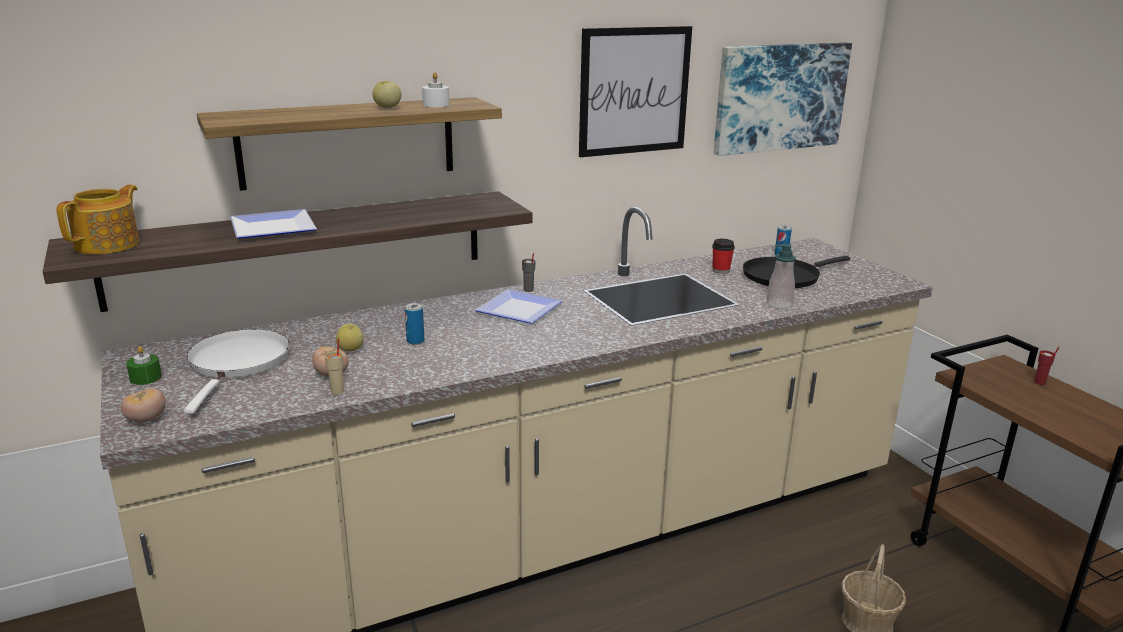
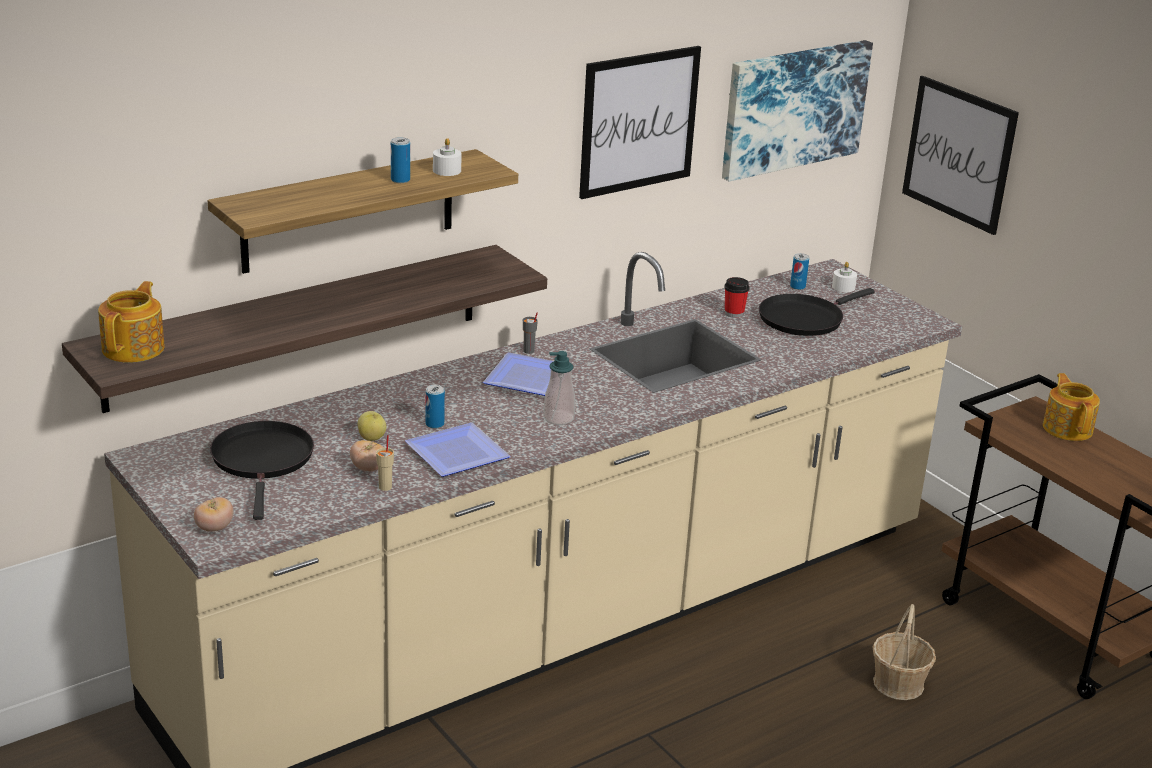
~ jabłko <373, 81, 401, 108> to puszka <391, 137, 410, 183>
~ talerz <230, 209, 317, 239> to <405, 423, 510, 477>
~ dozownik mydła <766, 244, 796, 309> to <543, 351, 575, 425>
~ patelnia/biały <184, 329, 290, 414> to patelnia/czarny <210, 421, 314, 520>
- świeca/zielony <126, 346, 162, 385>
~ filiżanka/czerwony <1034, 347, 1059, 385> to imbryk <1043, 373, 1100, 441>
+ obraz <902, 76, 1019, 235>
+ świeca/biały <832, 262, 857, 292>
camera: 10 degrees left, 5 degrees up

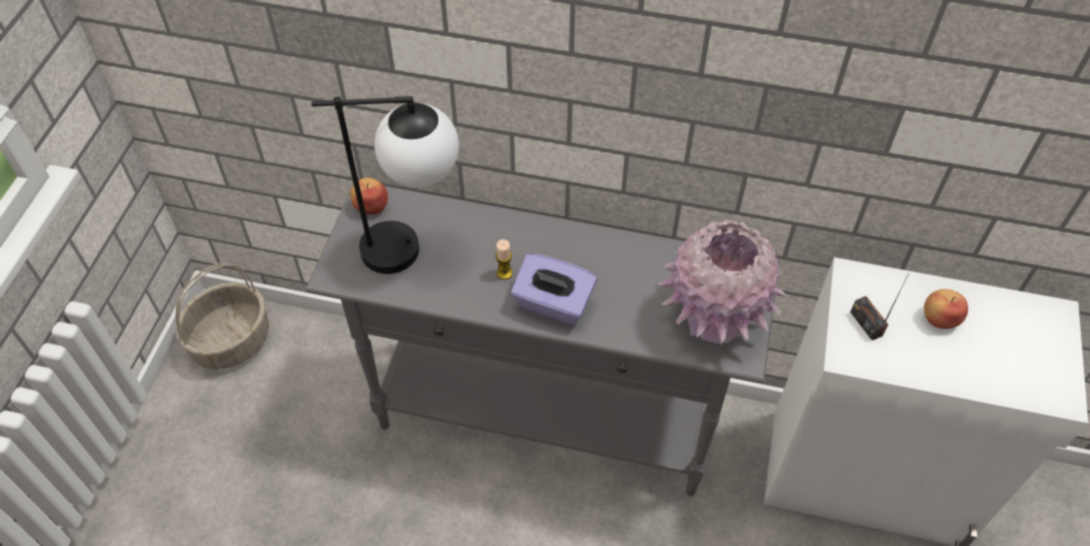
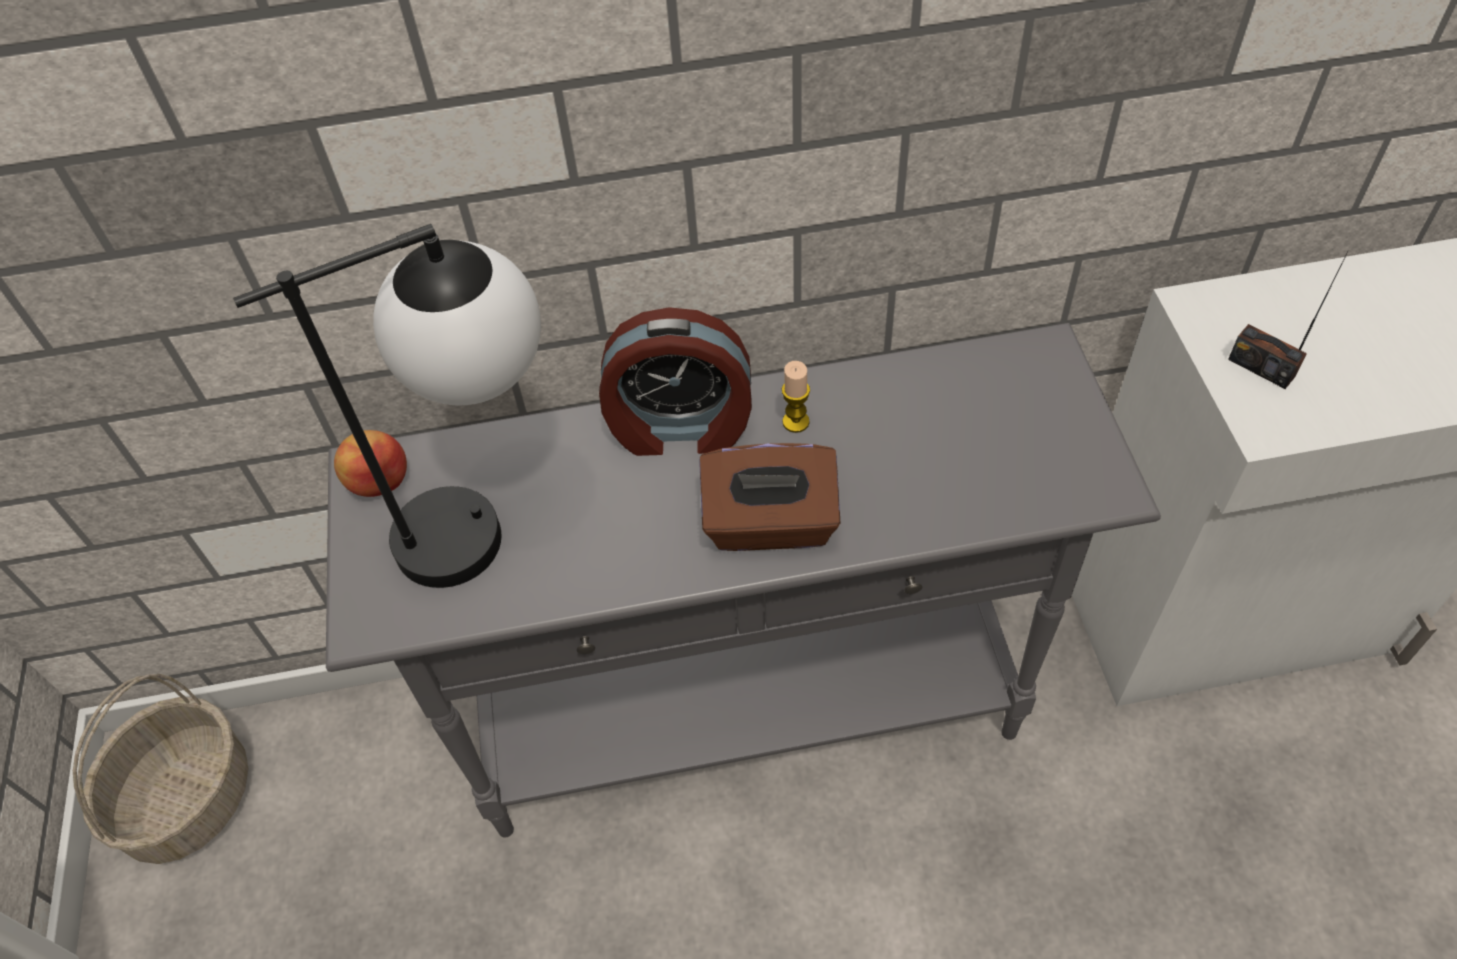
- wazon/różowy <658, 220, 787, 345>
~ świeca <496, 239, 512, 280> to <782, 361, 810, 433>
~ pudełko chusteczek/fioletowy <511, 254, 597, 325> to pudełko chusteczek/brązowy <699, 443, 841, 551>
- jabłko <924, 289, 968, 329>
+ budzik <599, 307, 752, 456>
camera: 20 degrees left, 0 degrees up

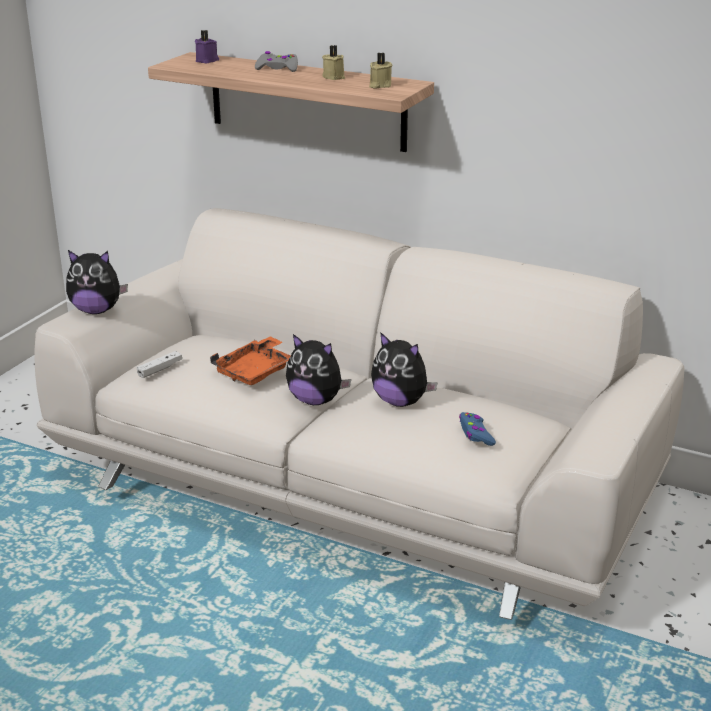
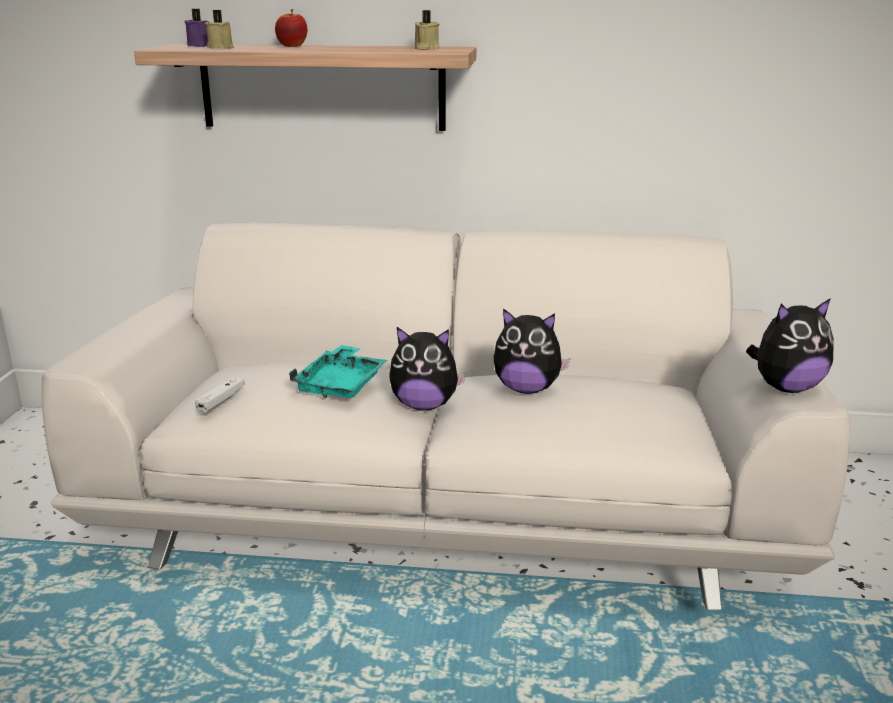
~ świeca/beżowy <322, 45, 345, 80> to <205, 10, 234, 49>
~ pad do gier/szary <255, 51, 298, 72> to jabłko <275, 9, 307, 47>
~ pluszak <66, 250, 128, 314> to <746, 298, 834, 393>
~ taca/pomarańczowy <210, 336, 291, 385> to taca/turkusowy <289, 345, 387, 398>
- pad do gier/niebieski <459, 412, 496, 446>
camera: 20 degrees left, 5 degrees down

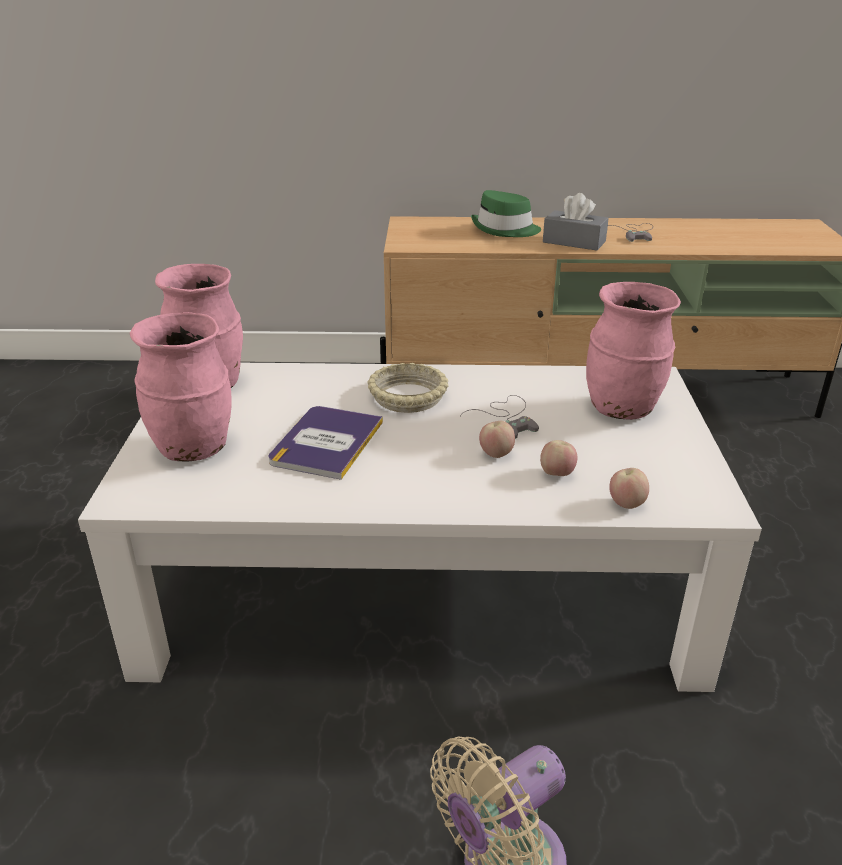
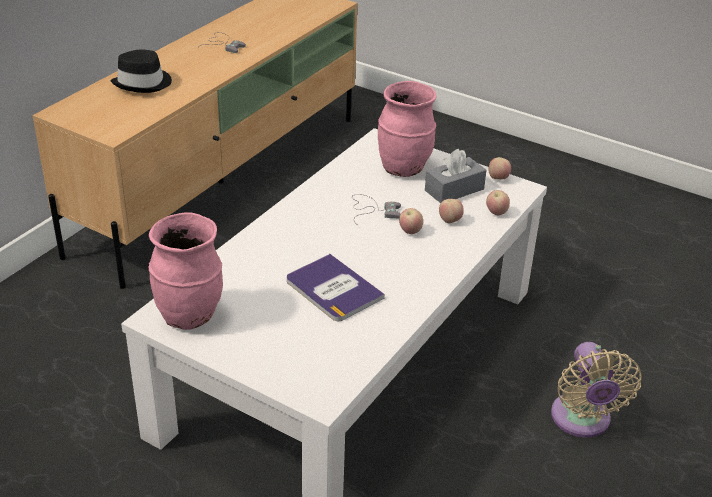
~ kapelusz/zielony <471, 190, 541, 237> to kapelusz/czarny <111, 49, 172, 93>
~ pudełko chusteczek/szary <543, 193, 609, 251> to <425, 149, 486, 203>
- wazon/różowy <130, 312, 232, 462>
- miska/beżowy <368, 363, 448, 413>
+ jabłko <488, 157, 511, 180>
camera: 60 degrees left, 5 degrees up

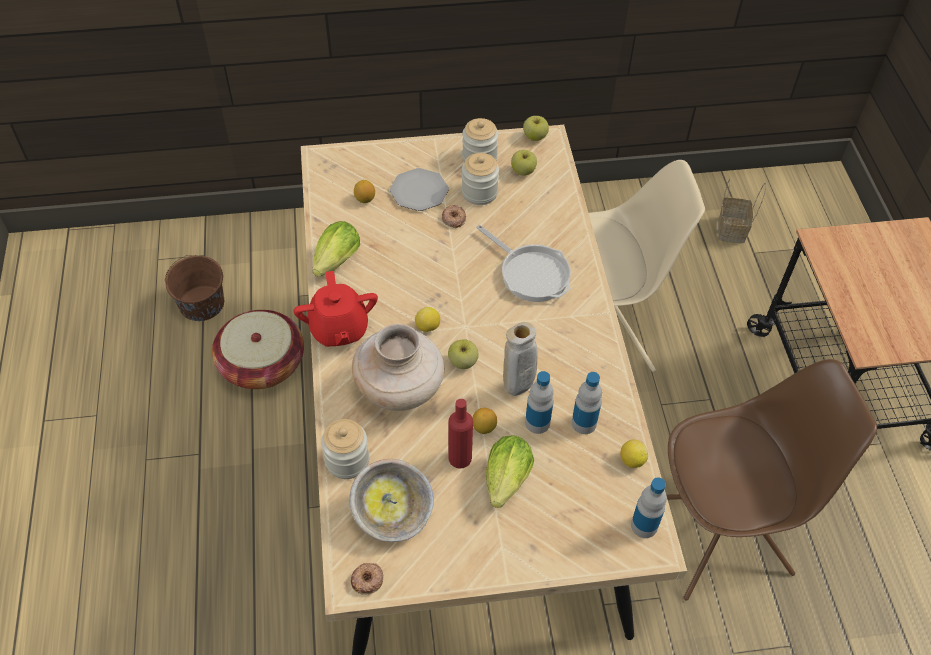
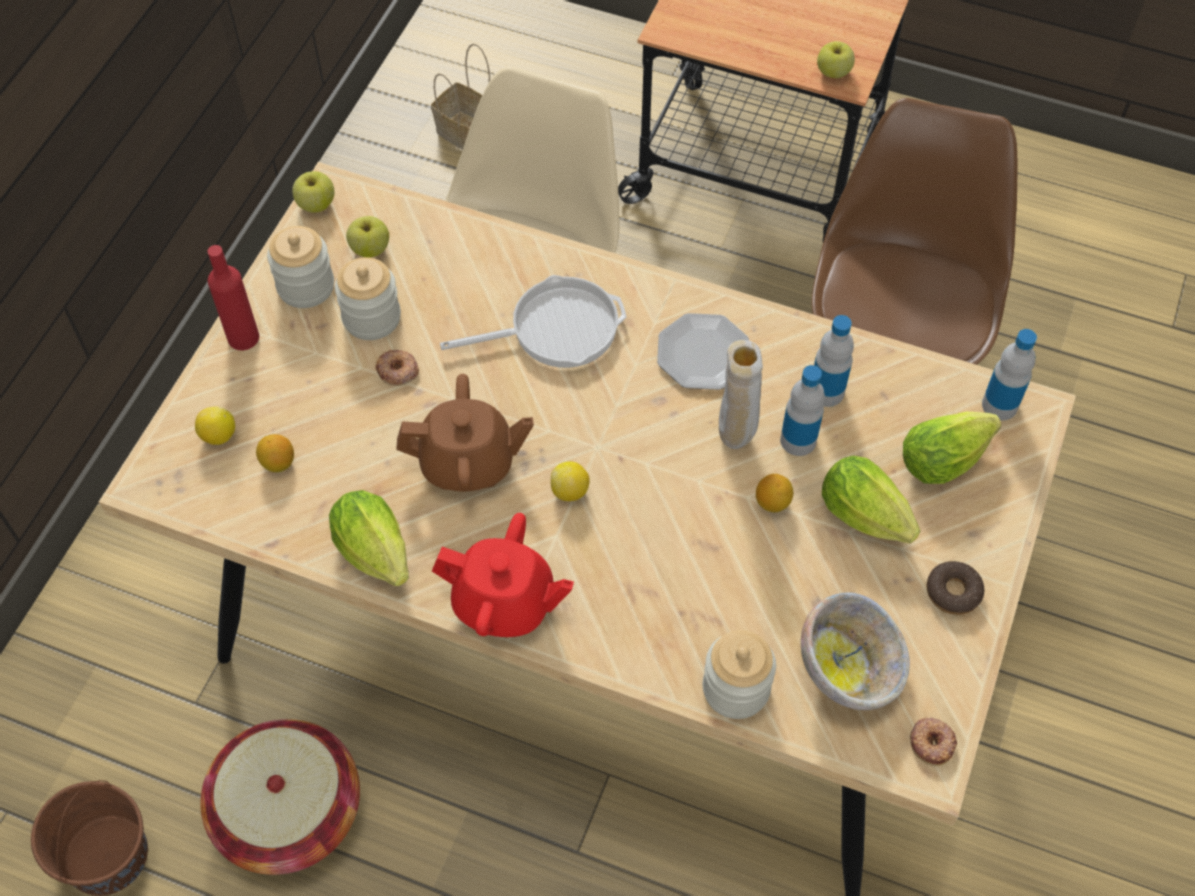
~ talerz <390, 168, 449, 211> to <657, 313, 749, 390>
- wazon/beżowy <352, 324, 444, 411>
~ jabłko <448, 340, 479, 369> to <817, 41, 855, 78>
~ butelka/czerwony <448, 399, 473, 468> to <207, 245, 259, 350>
~ cytryna <620, 440, 648, 468> to <195, 407, 235, 445>
+ imbryk/brązowy <396, 374, 534, 491>
+ sałata <903, 412, 1001, 484>
+ donut <927, 561, 984, 615>
camera: 60 degrees left, 5 degrees up

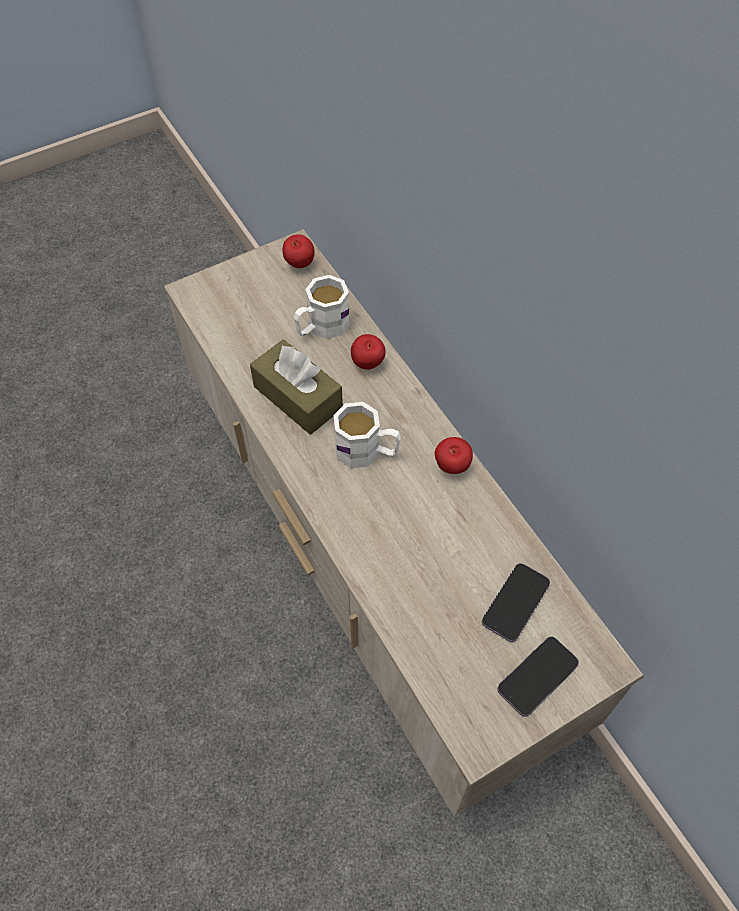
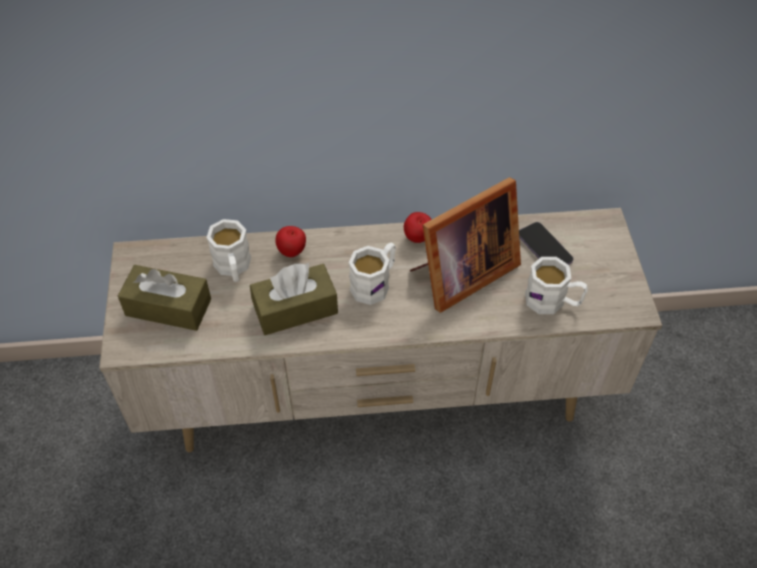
- jabłko <283, 234, 315, 268>
- telefon <497, 637, 579, 717>
+ ramka na zdjęcie <410, 177, 521, 313>
+ kubek/biały <525, 257, 588, 314>
+ pudełko chusteczek/brązowy <118, 265, 211, 331>
camera: 65 degrees left, 5 degrees down

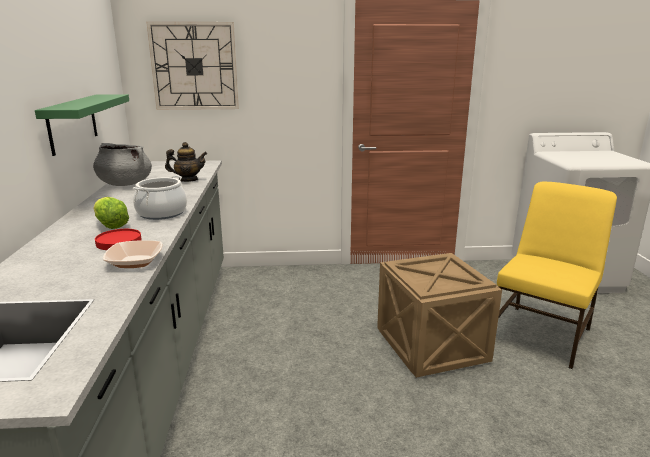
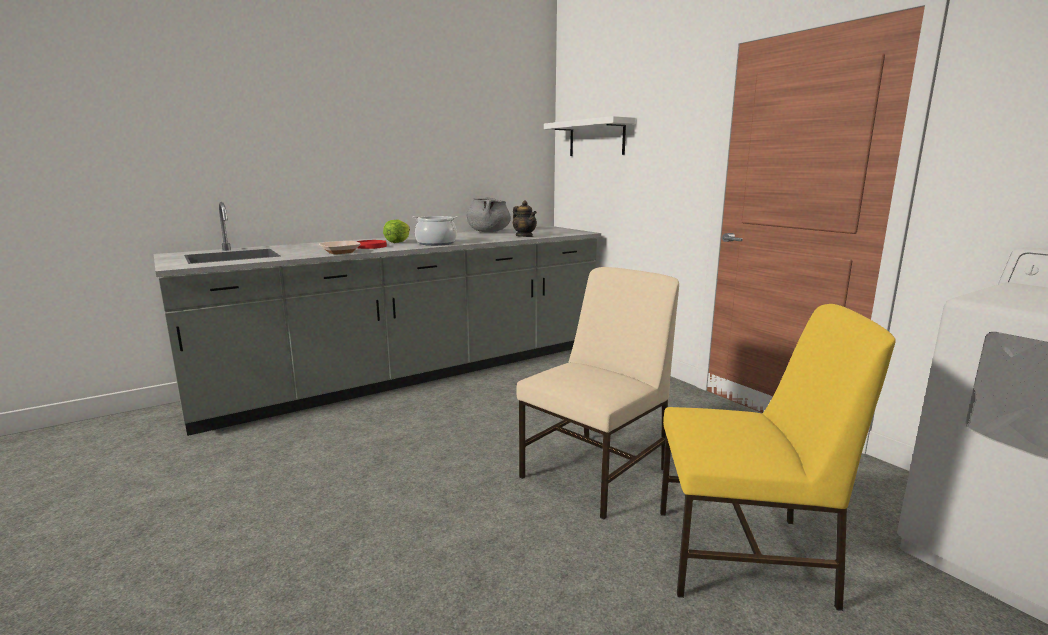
~ zegar ścienny <146, 22, 239, 110> to półka/biały <544, 116, 635, 156>
- półka/zielony <35, 94, 129, 156>
~ skrzynka <377, 253, 502, 378> to krzesło/beżowy <516, 267, 679, 519>
camera: 60 degrees right, 5 degrees down

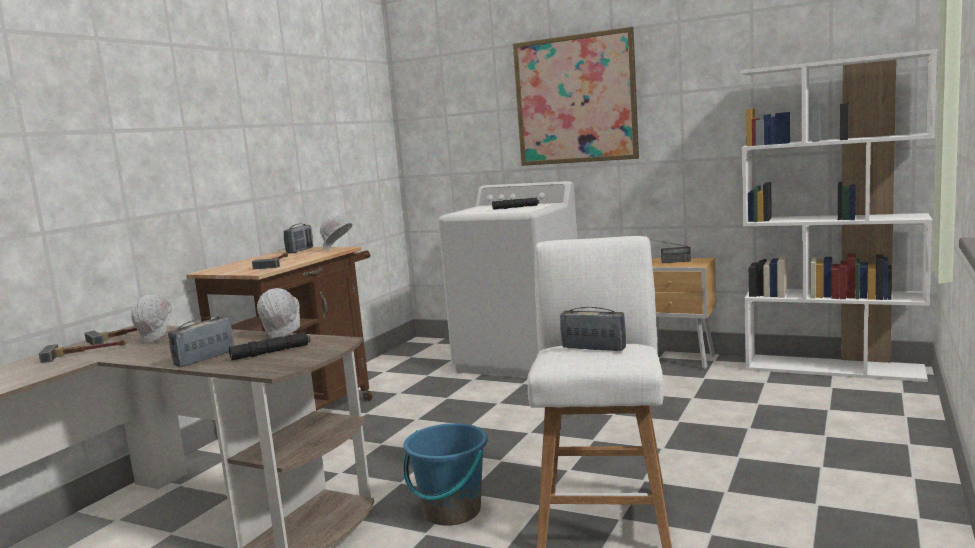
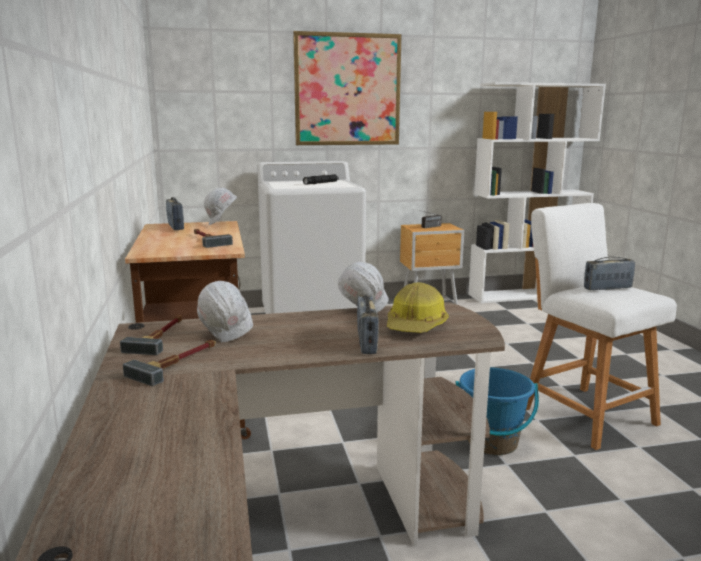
~ latarka/czarny <229, 332, 310, 360> to kask <387, 282, 449, 333>
camera: 40 degrees left, 5 degrees up

